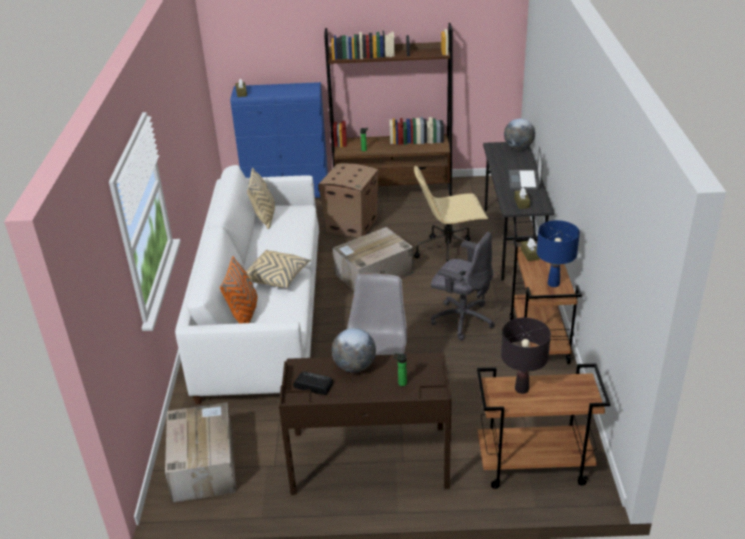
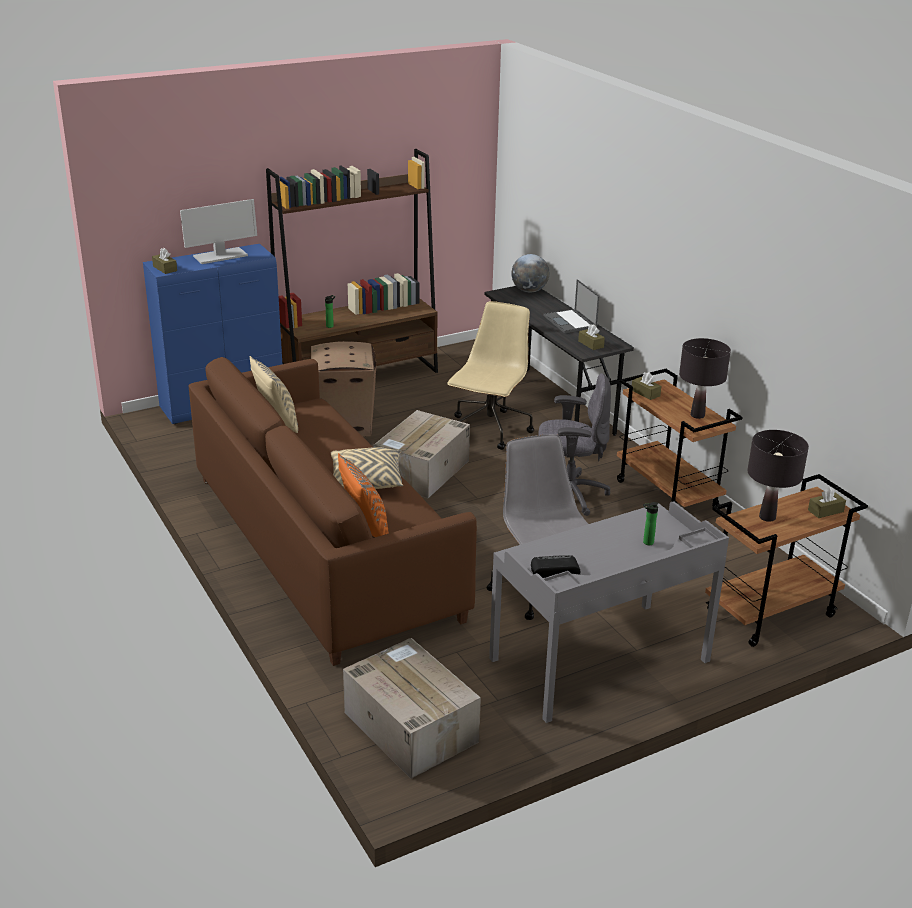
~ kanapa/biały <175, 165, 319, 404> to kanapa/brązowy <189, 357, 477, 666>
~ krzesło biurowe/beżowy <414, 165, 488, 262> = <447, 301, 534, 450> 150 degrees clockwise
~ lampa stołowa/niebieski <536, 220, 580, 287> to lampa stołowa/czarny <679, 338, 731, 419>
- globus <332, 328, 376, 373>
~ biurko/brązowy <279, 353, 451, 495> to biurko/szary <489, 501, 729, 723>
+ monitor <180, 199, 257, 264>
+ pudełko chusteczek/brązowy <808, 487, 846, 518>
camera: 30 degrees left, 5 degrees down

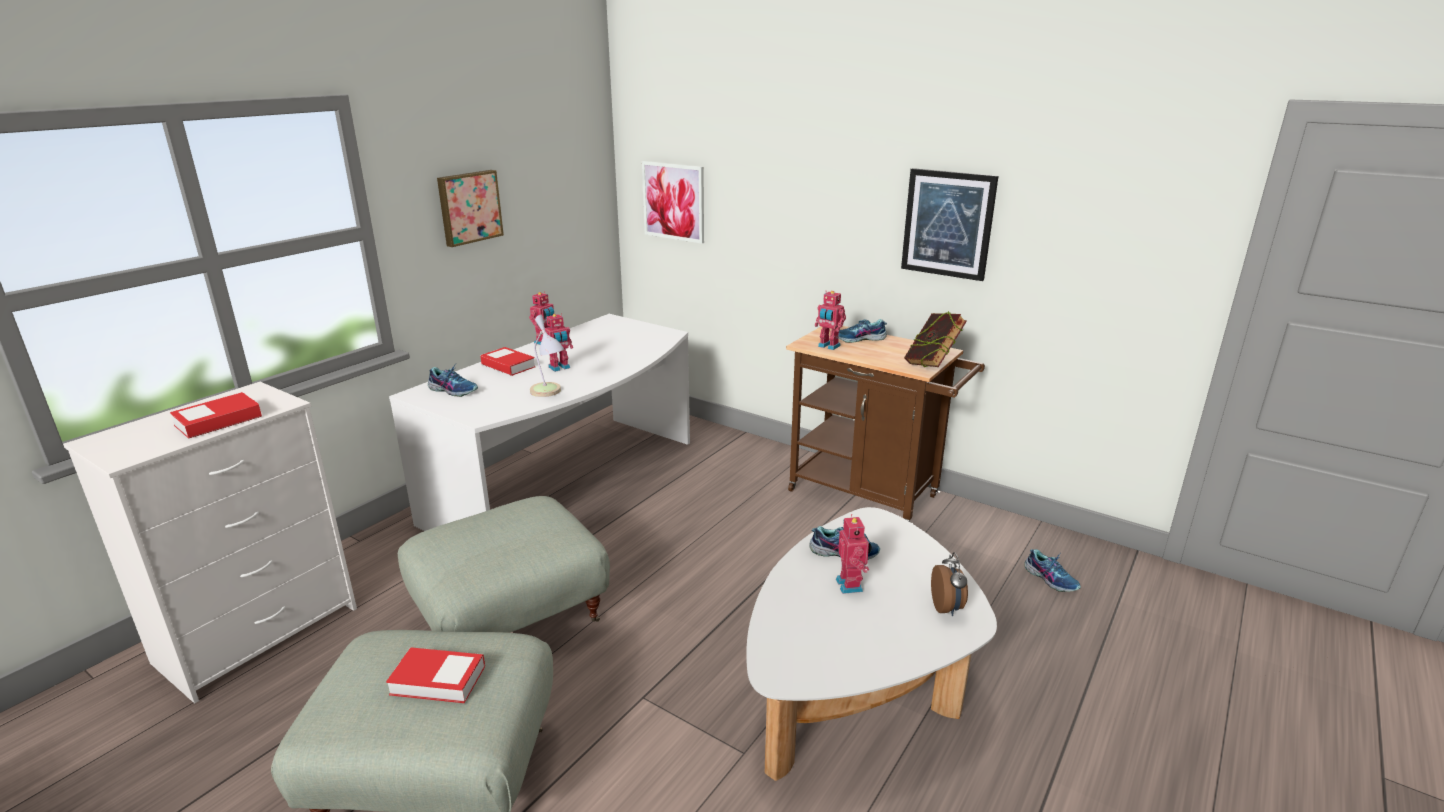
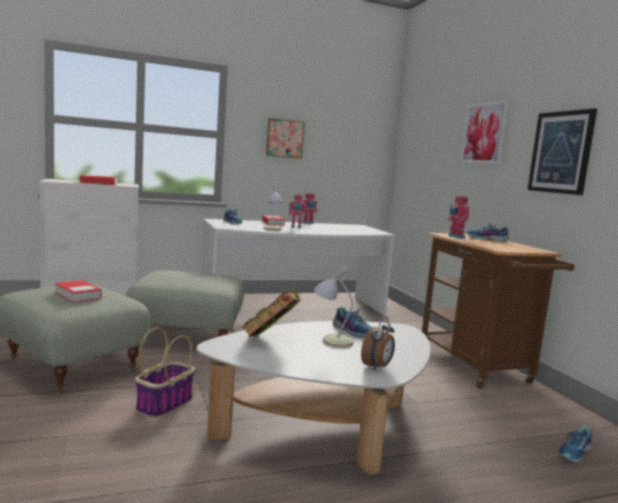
~ obraz <642, 161, 704, 244> to <461, 100, 510, 164>
~ książka <904, 311, 967, 368> to <242, 289, 301, 337>
~ robot zabawkowy <836, 514, 872, 594> to lampa stołowa <314, 263, 353, 348>
~ but <1024, 549, 1081, 592> = <558, 426, 592, 463> 45 degrees clockwise
+ koszyk <135, 328, 195, 419>
camera: 35 degrees right, 15 degrees down

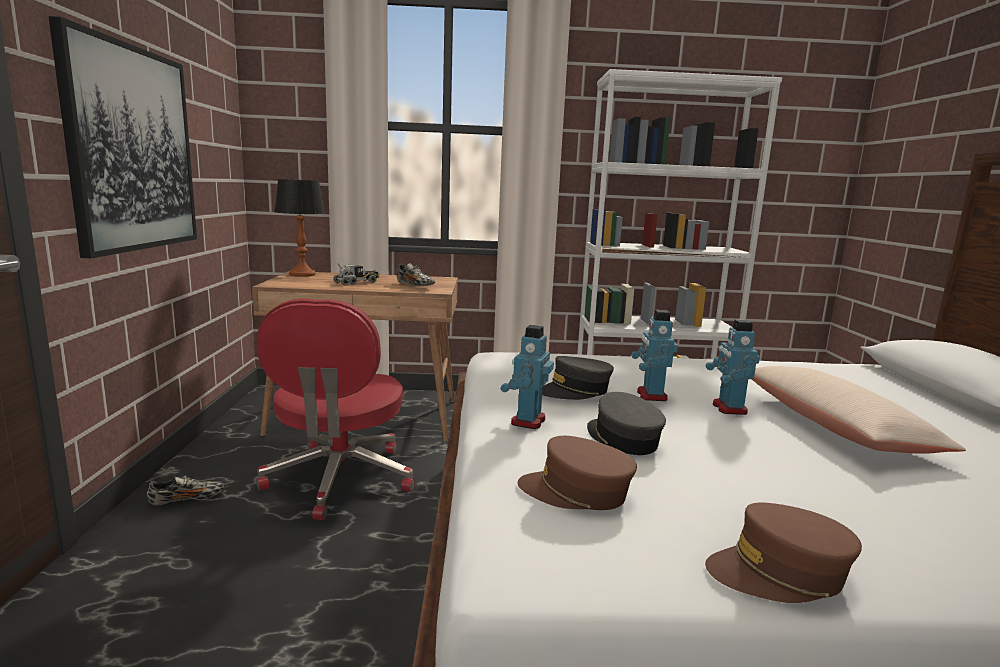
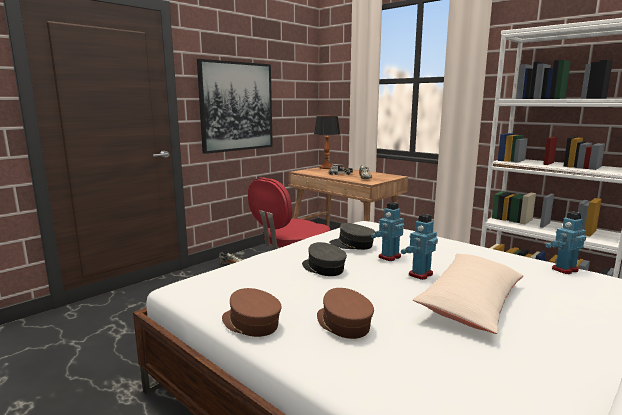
~ robot zabawkowy <500, 325, 554, 429> to <545, 212, 586, 274>
~ czapka z daszkiem/szary <587, 392, 666, 455> = <302, 242, 347, 276> 60 degrees counterclockwise
~ czapka z daszkiem/brązowy <517, 436, 637, 510> to <317, 288, 374, 339>
camera: 45 degrees right, 0 degrees up

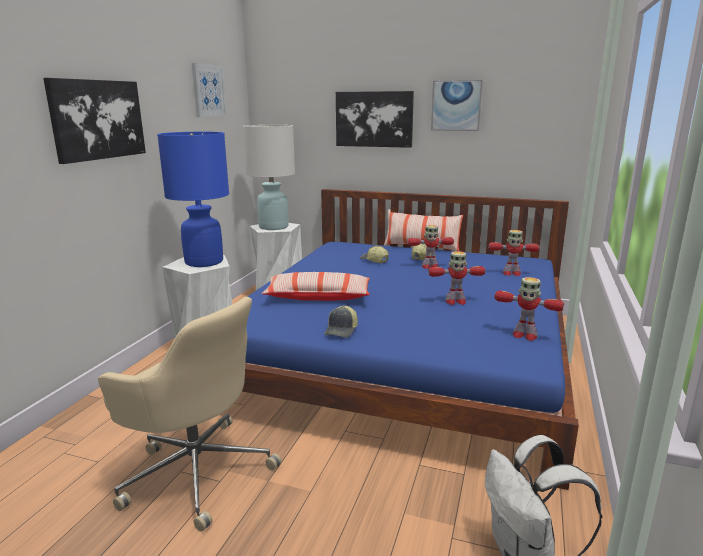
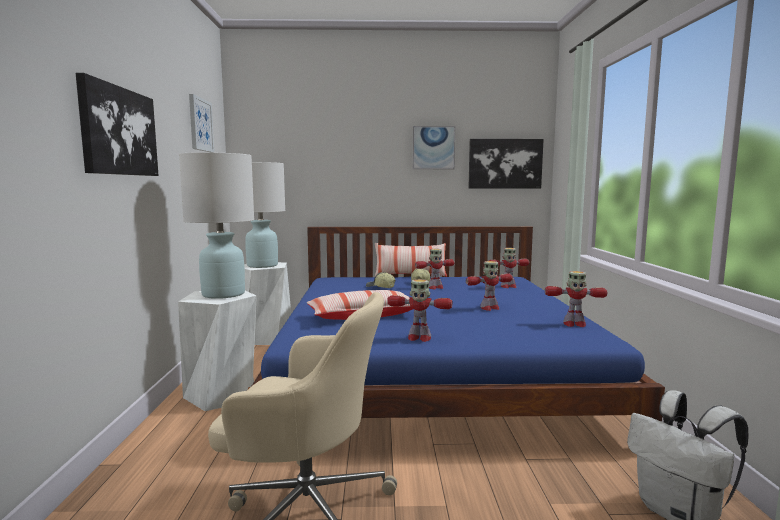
~ obraz <336, 91, 414, 148> to <468, 139, 544, 189>
~ lampa stołowa/niebieski <157, 132, 229, 267> to lampa stołowa/biały <179, 152, 254, 299>
~ czapka z daszkiem <324, 306, 358, 337> to robot zabawkowy <387, 279, 452, 342>
camera: 20 degrees left, 10 degrees down

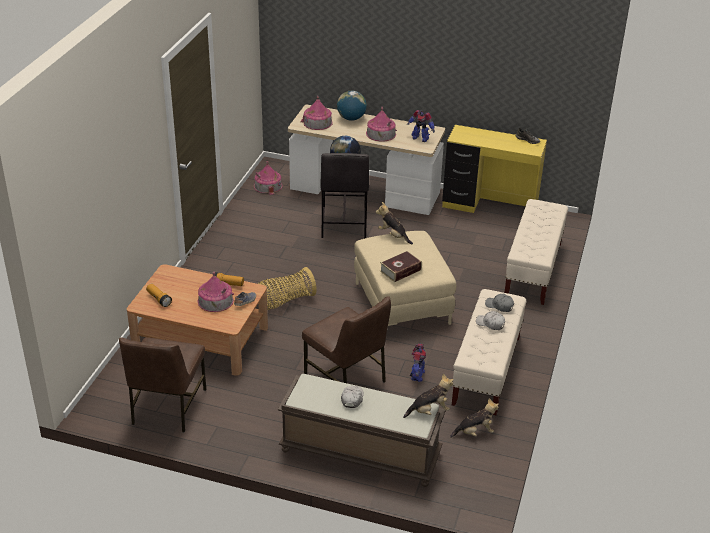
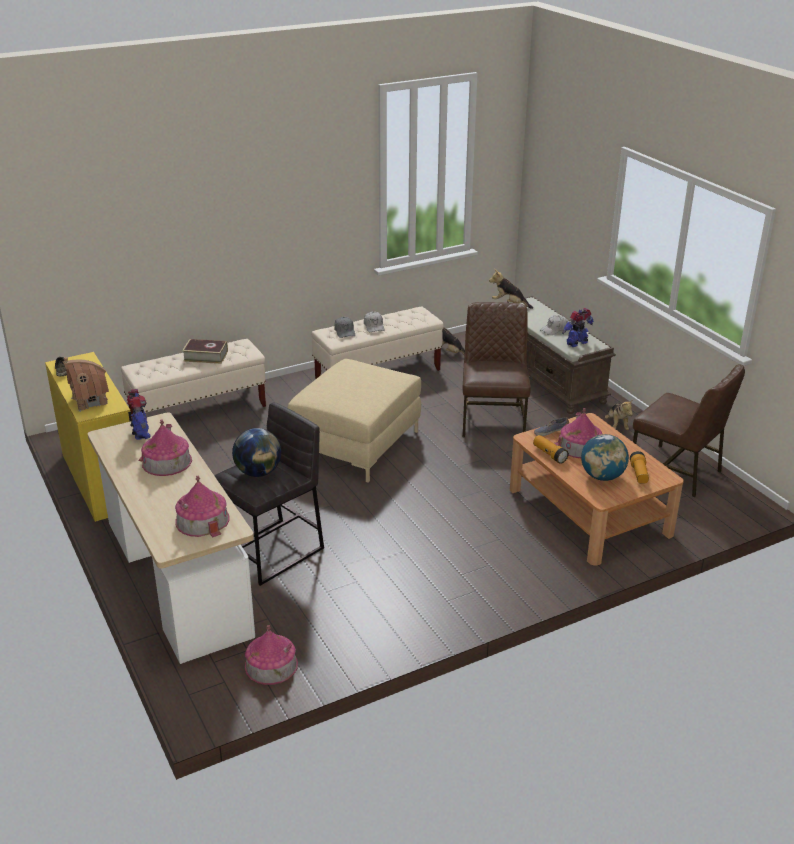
~ globus <337, 91, 367, 121> to <581, 434, 629, 481>
~ pluszak <376, 202, 413, 245> to <605, 399, 633, 430>
~ książka <380, 250, 422, 282> to <182, 339, 228, 364>
- koszyk <258, 267, 317, 310>
~ krzesło/brązowy <119, 337, 206, 432> = <633, 364, 745, 497> 75 degrees clockwise
~ robot zabawkowy <410, 344, 426, 382> to <562, 308, 593, 347>
+ domek <63, 357, 110, 412>
camera: 135 degrees left, 5 degrees down

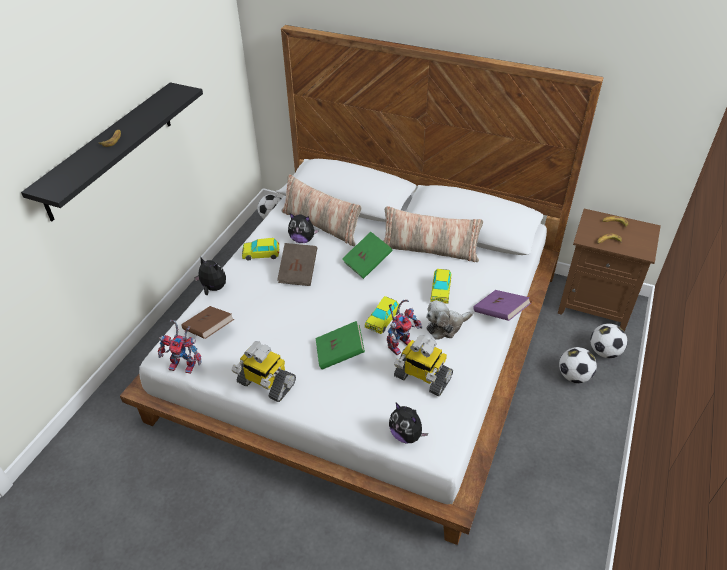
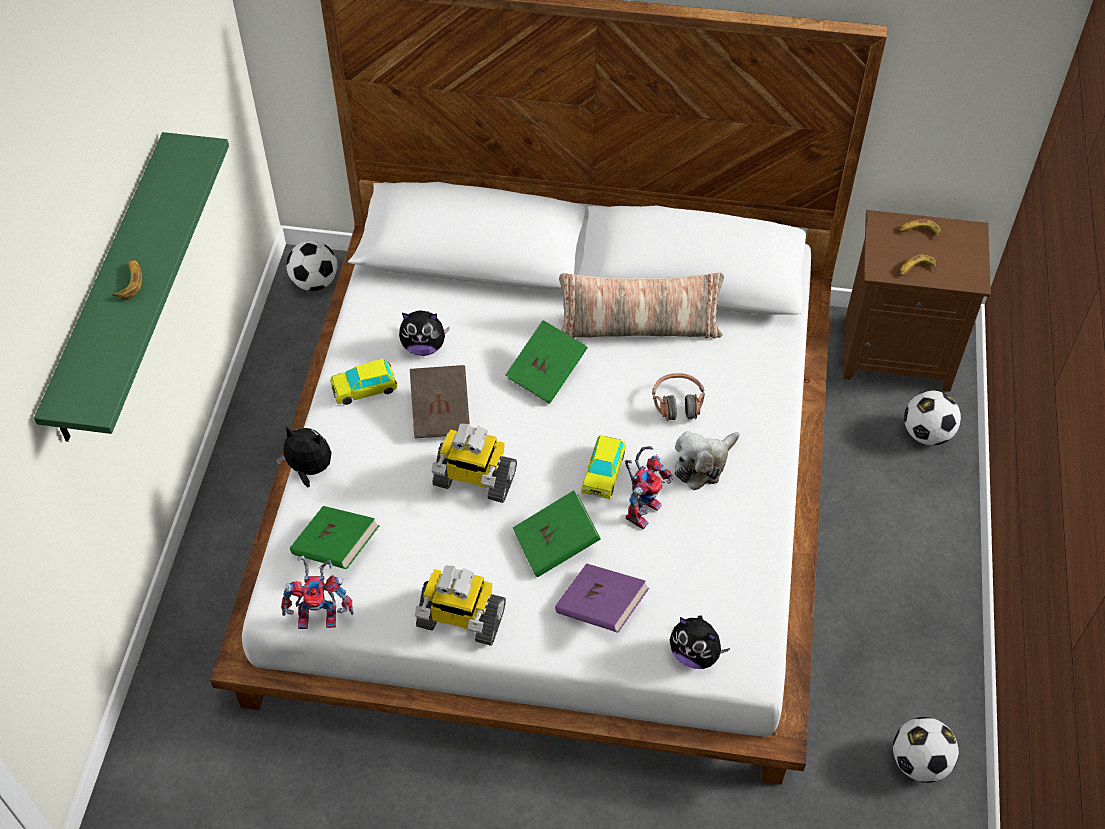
~ półka/czarny <21, 82, 203, 221> to półka/zielony <34, 132, 229, 442>
- poduszka <281, 174, 362, 246>
~ samochodzik <430, 269, 452, 304> to słuchawki <652, 373, 705, 421>
~ książka/fioletowy <474, 290, 531, 321> to <555, 563, 649, 633>
~ książka/brązowy <182, 306, 234, 339> to książka/zielony <290, 506, 379, 569>
~ robot zabawkowy <394, 335, 453, 396> to <431, 424, 517, 503>
~ piłka futbolowa <559, 347, 597, 383> to <893, 717, 959, 783>
camera: 15 degrees left, 10 degrees up

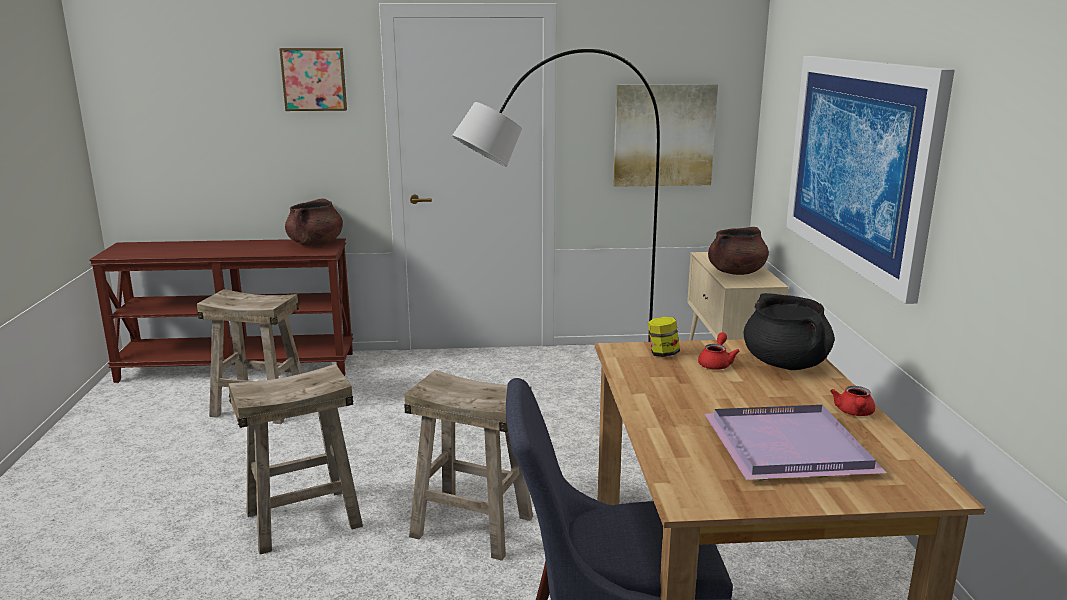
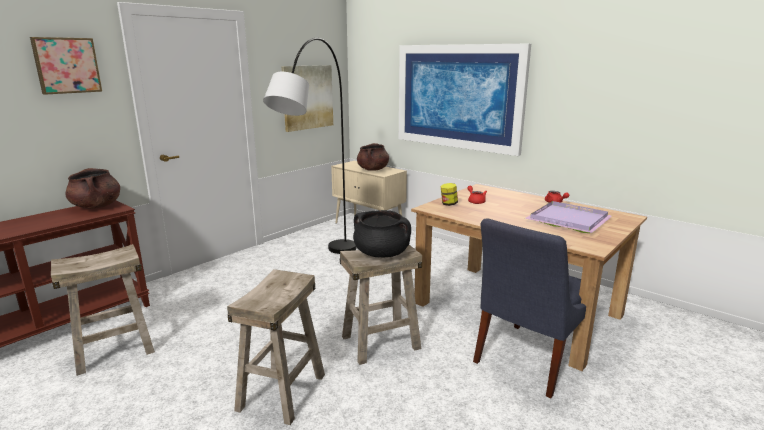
~ garnek/czarny <744, 293, 835, 370> to <353, 210, 411, 258>
camera: 45 degrees left, 0 degrees up

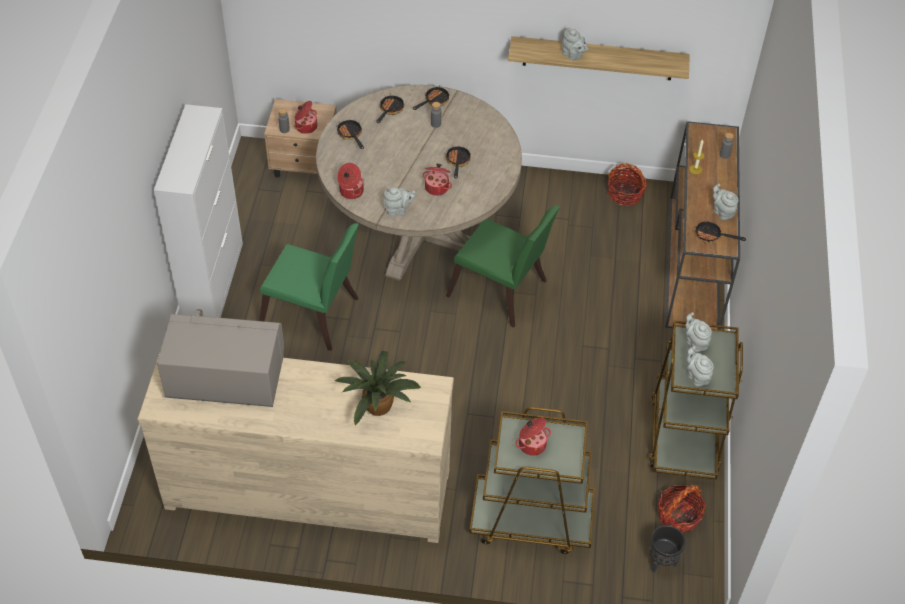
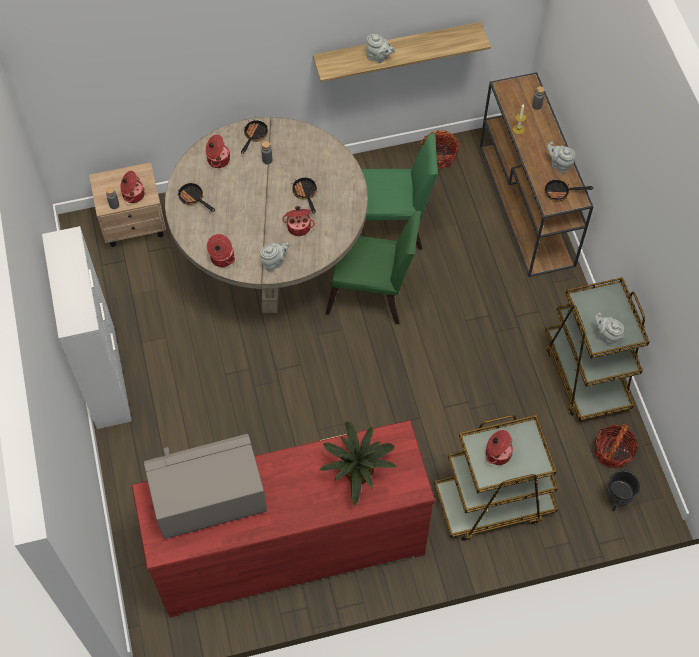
~ patelnia <376, 95, 404, 123> to garnek <206, 134, 230, 168>
~ krzesło/zielony <259, 223, 359, 351> to <361, 133, 438, 250>
- imbryk/szary <686, 312, 712, 352>
~ komoda/beżowy <137, 346, 454, 543> to komoda/czerwony <132, 420, 435, 618>
camera: 20 degrees left, 10 degrees up

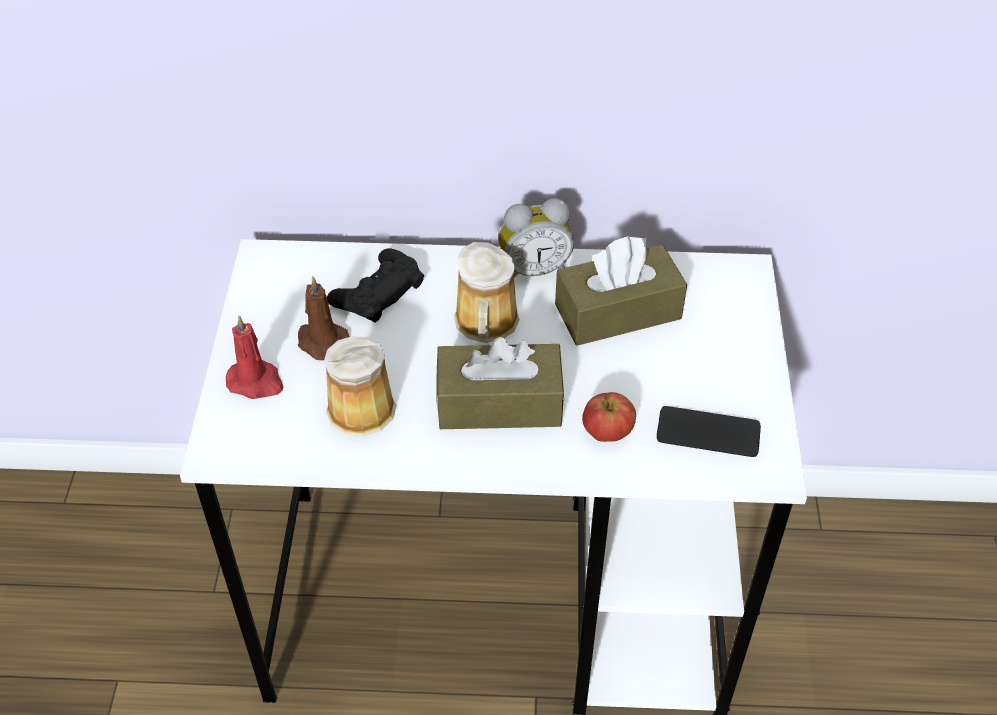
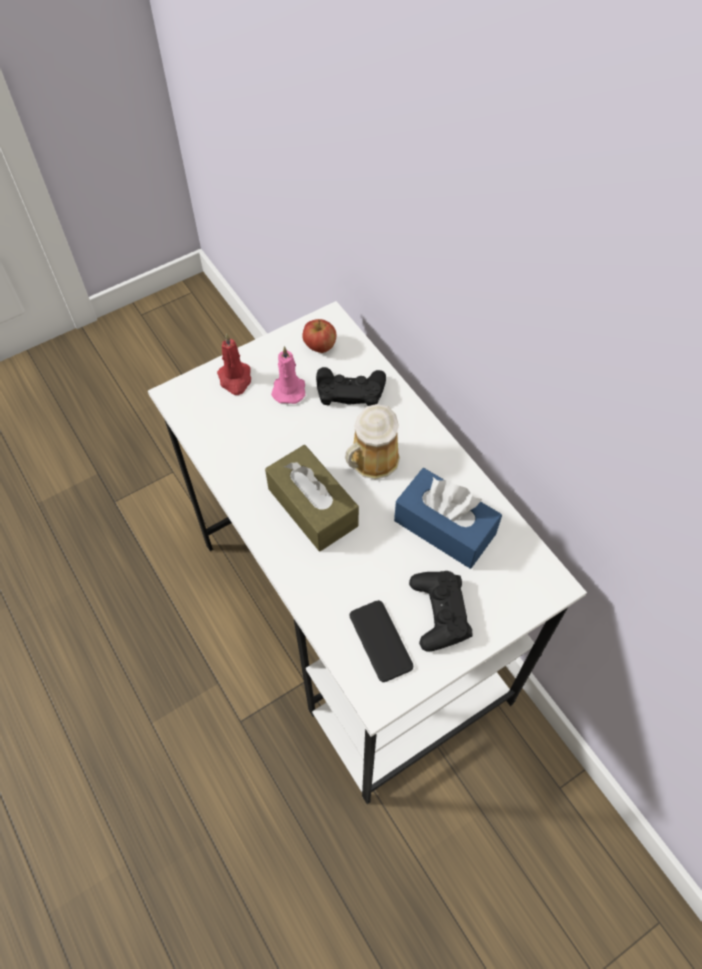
- budzik <499, 198, 574, 277>
~ pudełko chusteczek/brązowy <555, 236, 687, 346> to pudełko chusteczek/niebieski <394, 468, 502, 569>
~ świeca/brązowy <298, 276, 350, 360> to świeca/różowy <271, 346, 305, 404>
- kubek <324, 336, 396, 437>
~ jabłko <582, 392, 636, 442> to <302, 319, 337, 353>
+ pad do gier/czarny <409, 571, 472, 652>
camera: 55 degrees right, 10 degrees up

